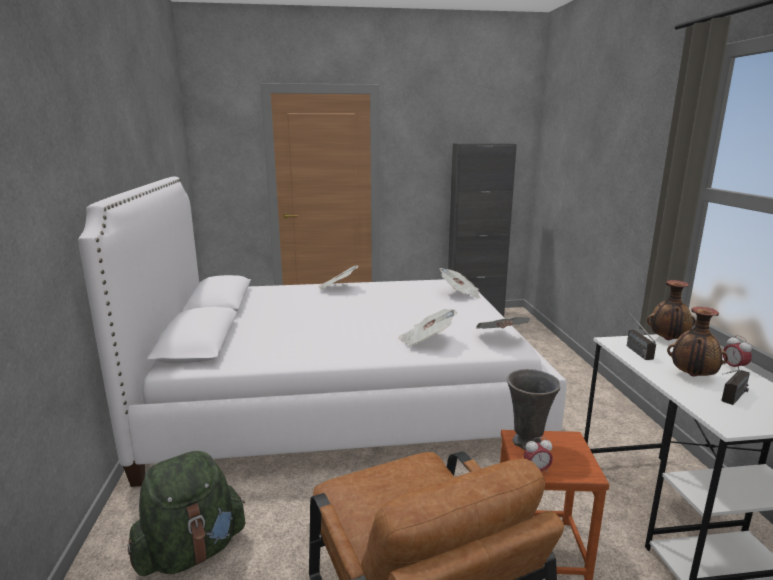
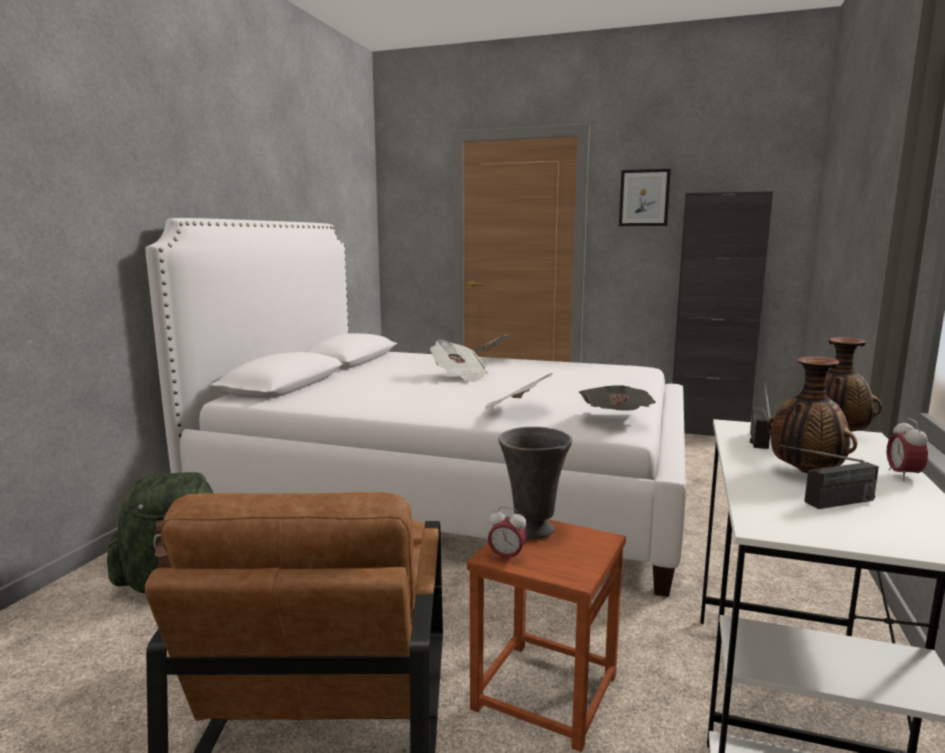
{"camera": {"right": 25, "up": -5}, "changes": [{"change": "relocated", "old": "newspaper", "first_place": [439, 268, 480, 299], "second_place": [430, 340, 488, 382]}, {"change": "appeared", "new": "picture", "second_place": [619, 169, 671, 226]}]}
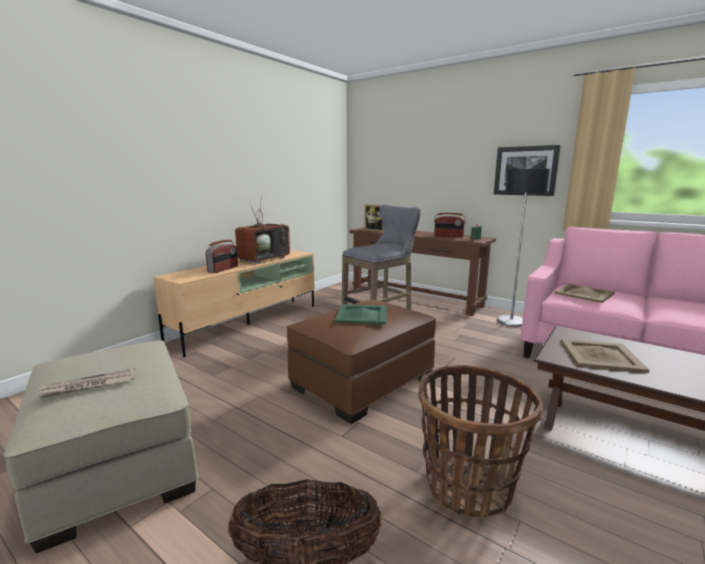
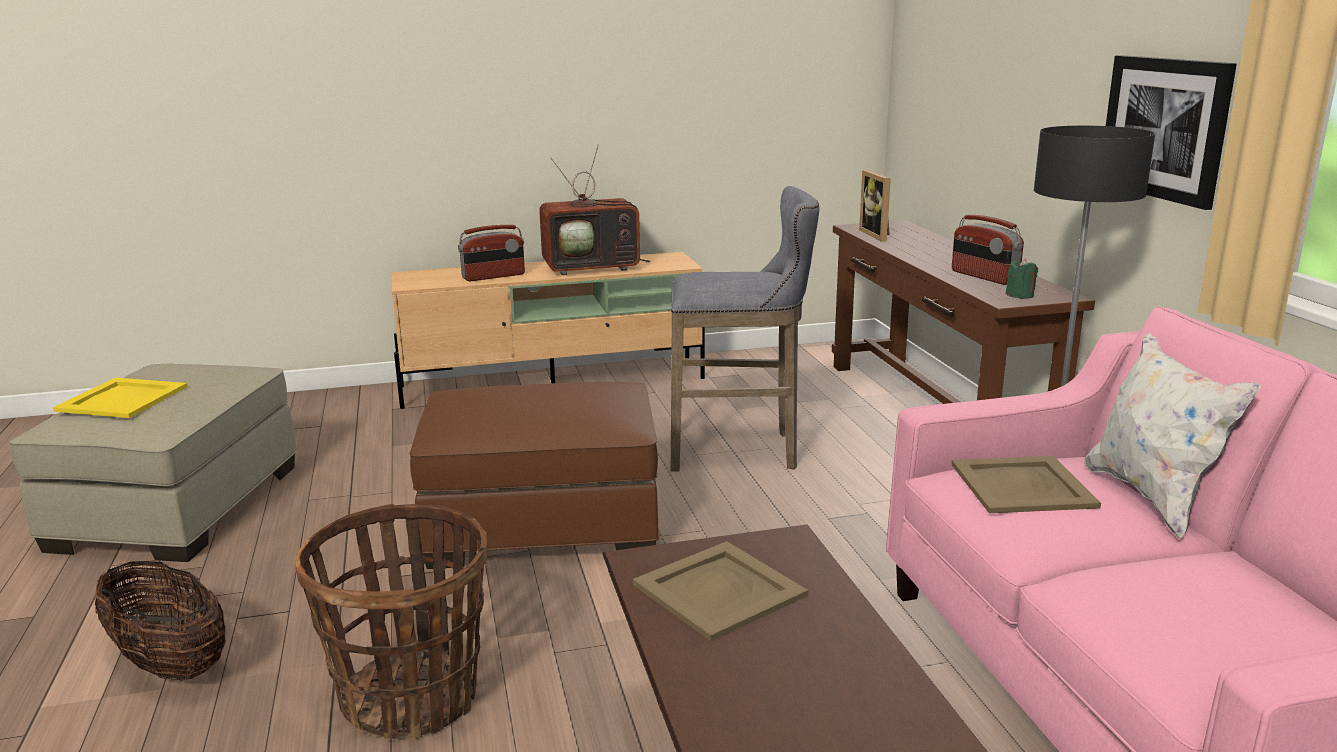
{"camera": {"right": 40, "up": 5}, "changes": [{"change": "missing", "old": "green tray", "first_place": [335, 304, 387, 325]}, {"change": "exchanged", "old": "newspaper", "new": "yellow tray", "first_place": [36, 368, 135, 398], "second_place": [53, 378, 187, 418]}, {"change": "appeared", "new": "white pillow", "second_place": [1084, 332, 1262, 539]}]}
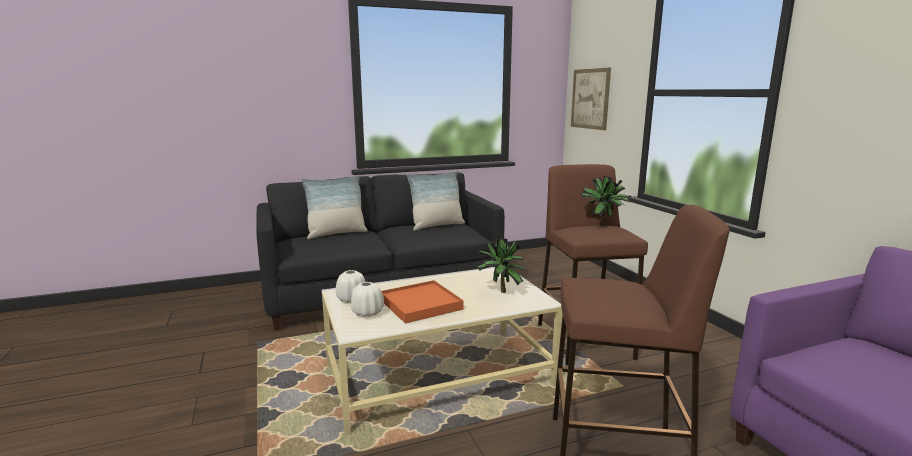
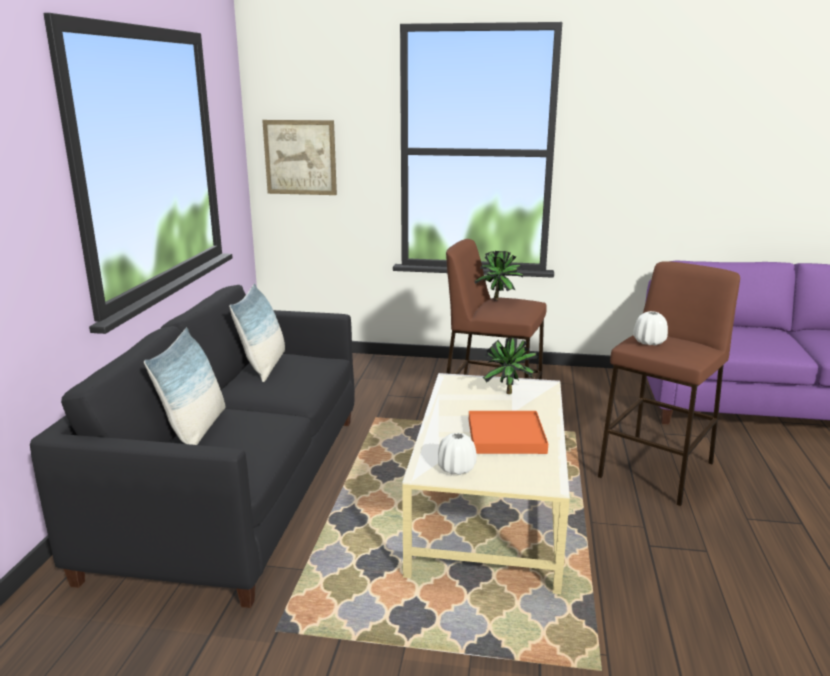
{"camera": {"right": -60, "up": 5}, "changes": [{"change": "relocated", "old": "white vase", "first_place": [351, 282, 384, 317], "second_place": [633, 311, 668, 345]}]}
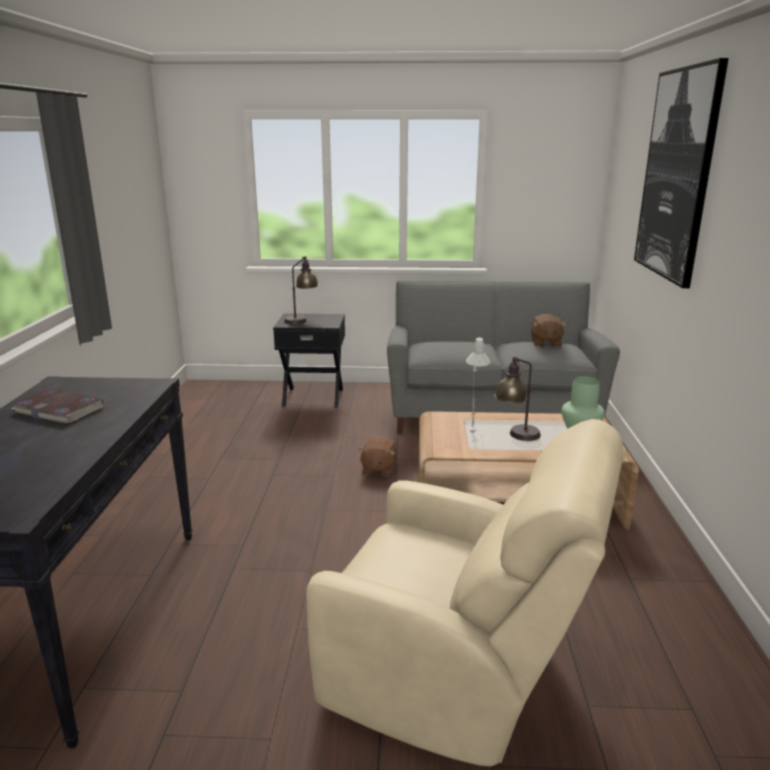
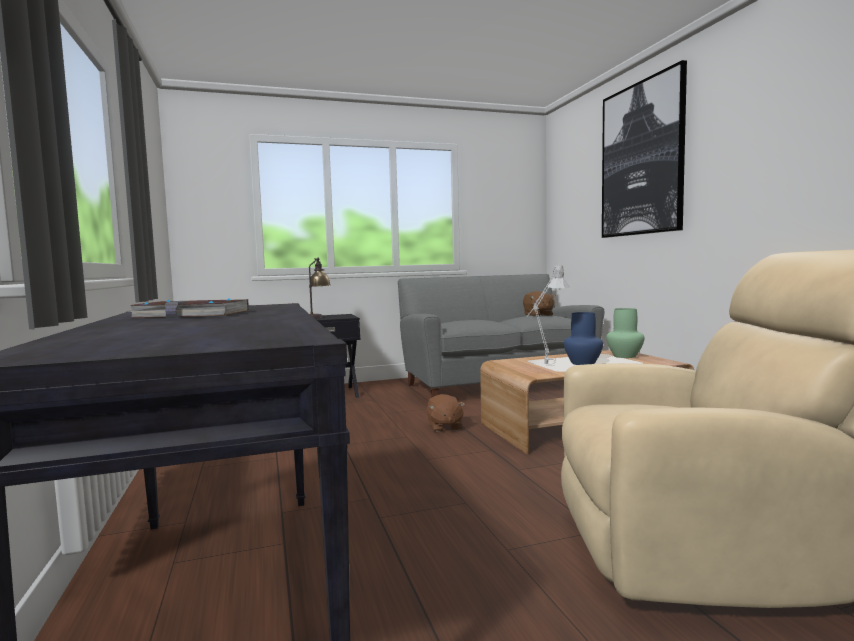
{"camera": {"right": -20, "up": -15}, "changes": [{"change": "exchanged", "old": "table lamp", "new": "blue vase", "first_place": [494, 357, 541, 441], "second_place": [564, 312, 603, 365]}]}
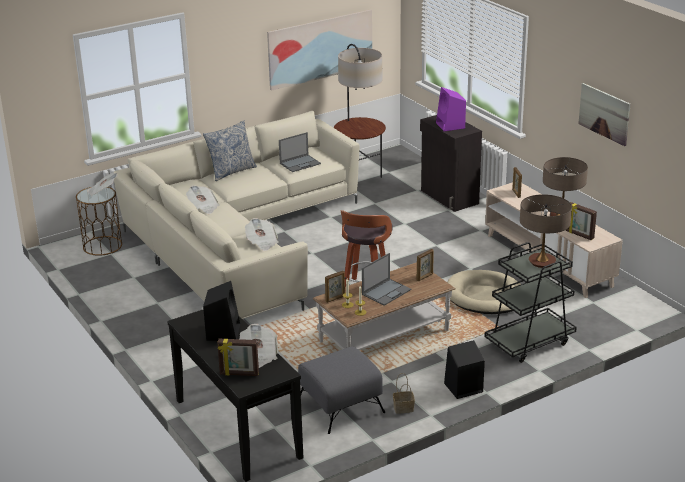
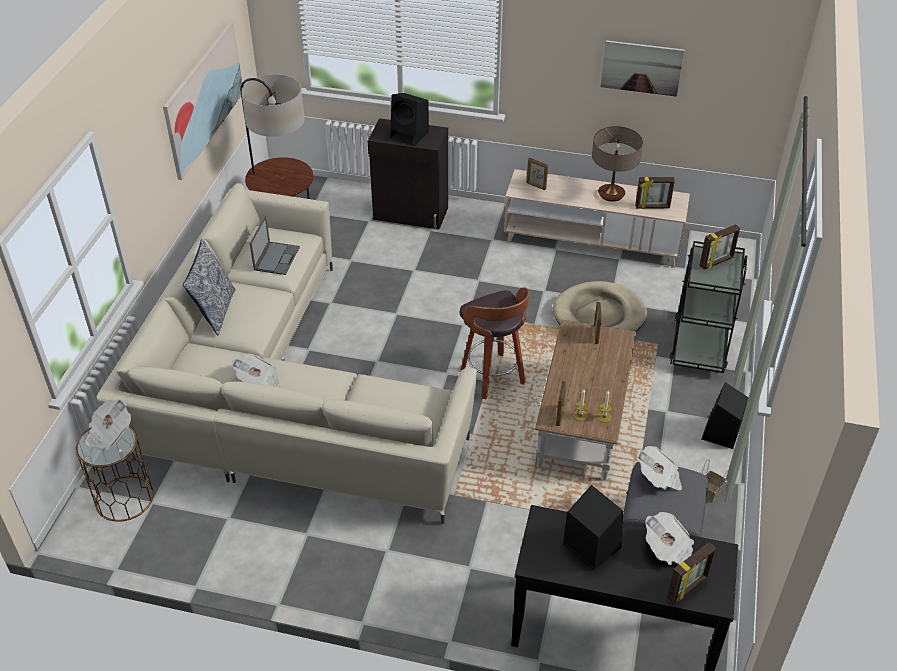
{"camera": {"right": -45, "up": 15}, "changes": [{"change": "colour", "old": "purple speaker", "new": "black speaker", "first_place": [436, 87, 466, 131], "second_place": [390, 93, 429, 146]}, {"change": "exchanged", "old": "table lamp", "new": "picture frame", "first_place": [520, 194, 572, 268], "second_place": [699, 224, 740, 270]}, {"change": "relocated", "old": "newspaper", "first_place": [245, 218, 279, 251], "second_place": [637, 446, 682, 490]}, {"change": "missing", "old": "laptop", "first_place": [362, 253, 411, 306]}]}
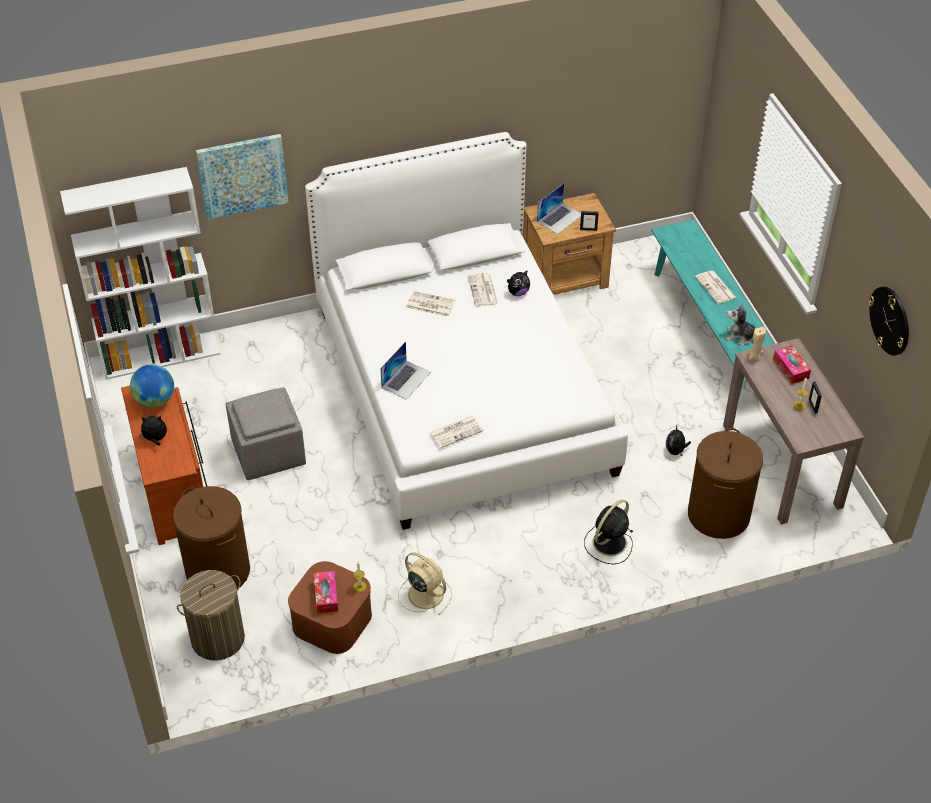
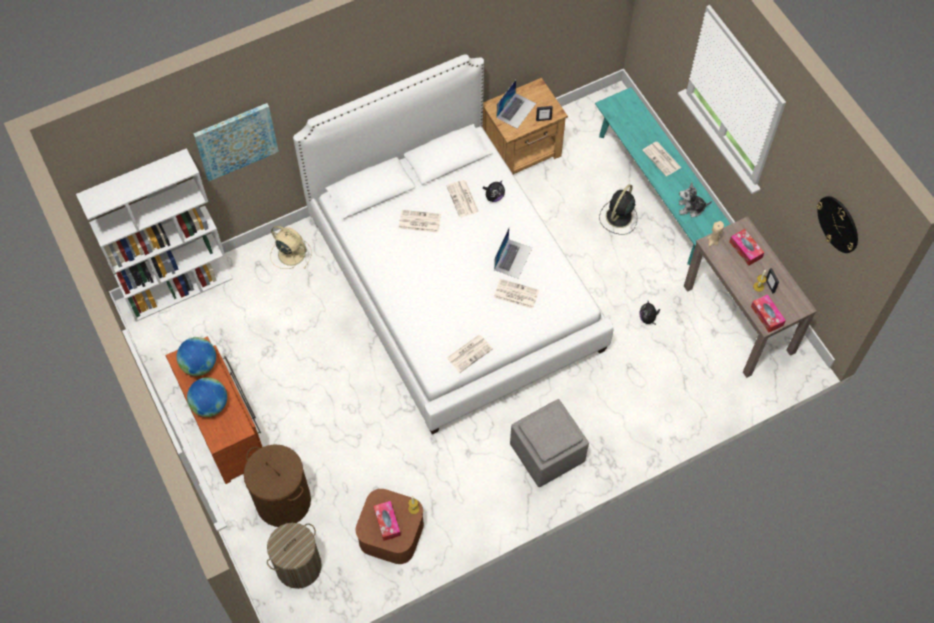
{"camera": {"right": -10, "up": 15}, "changes": [{"change": "relocated", "old": "laptop", "first_place": [380, 341, 431, 400], "second_place": [494, 228, 532, 279]}, {"change": "relocated", "old": "grey ottoman", "first_place": [226, 387, 306, 480], "second_place": [510, 399, 589, 487]}, {"change": "exchanged", "old": "plush toy", "new": "globe", "first_place": [139, 415, 167, 446], "second_place": [187, 377, 227, 417]}, {"change": "missing", "old": "brown laundry basket", "first_place": [688, 428, 763, 539]}, {"change": "relocated", "old": "black fan", "first_place": [584, 500, 634, 564], "second_place": [599, 184, 637, 235]}, {"change": "relocated", "old": "beige fan", "first_place": [398, 553, 452, 615], "second_place": [270, 226, 312, 269]}, {"change": "appeared", "new": "newspaper", "second_place": [494, 279, 539, 309]}, {"change": "appeared", "new": "tissue box", "second_place": [751, 294, 786, 332]}]}
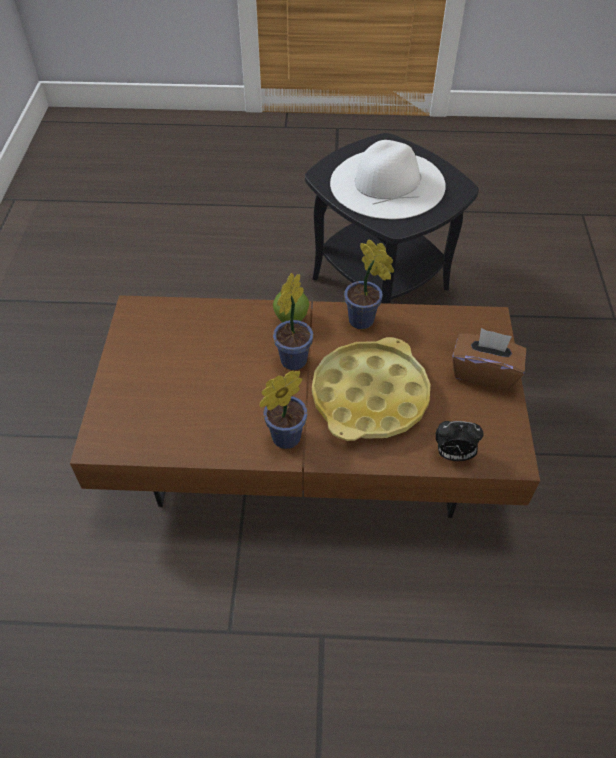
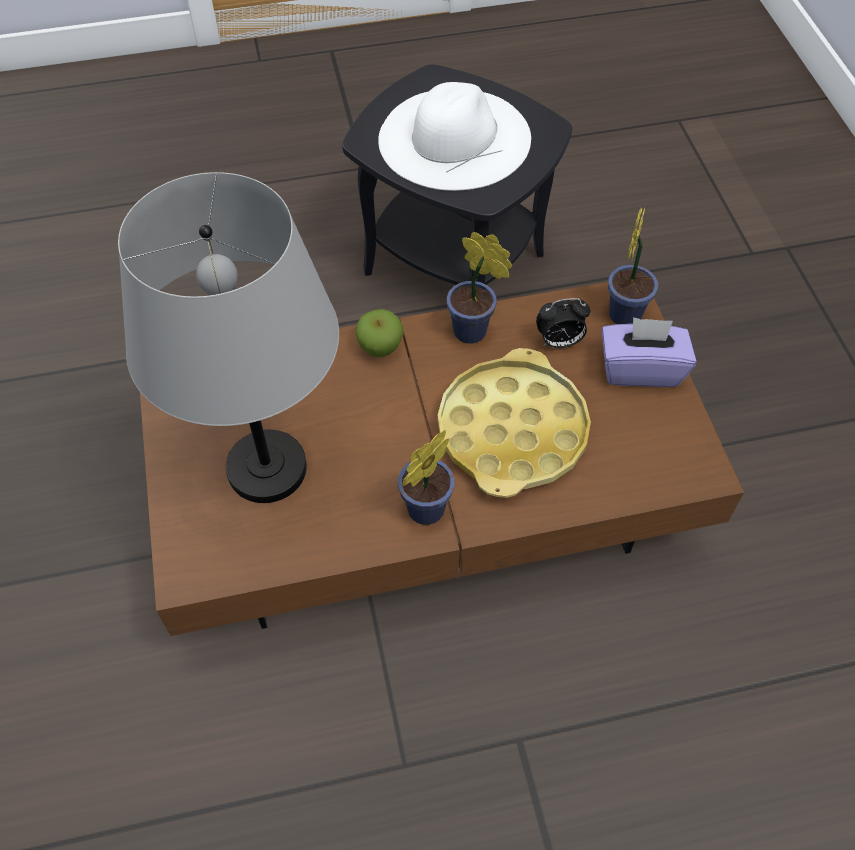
{"camera": {"right": -15, "up": 5}, "changes": [{"change": "relocated", "old": "potted plant", "first_place": [273, 273, 313, 370], "second_place": [608, 208, 658, 324]}, {"change": "colour", "old": "brown tissue box", "new": "purple tissue box", "first_place": [452, 328, 526, 391], "second_place": [602, 317, 696, 387]}, {"change": "relocated", "old": "alarm clock", "first_place": [436, 421, 483, 461], "second_place": [536, 298, 590, 348]}, {"change": "appeared", "new": "grey table lamp", "second_place": [118, 172, 339, 503]}]}
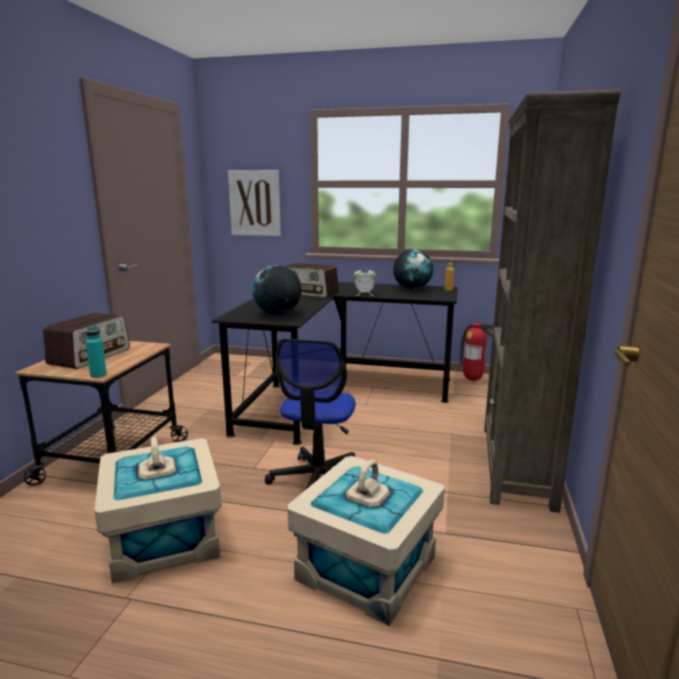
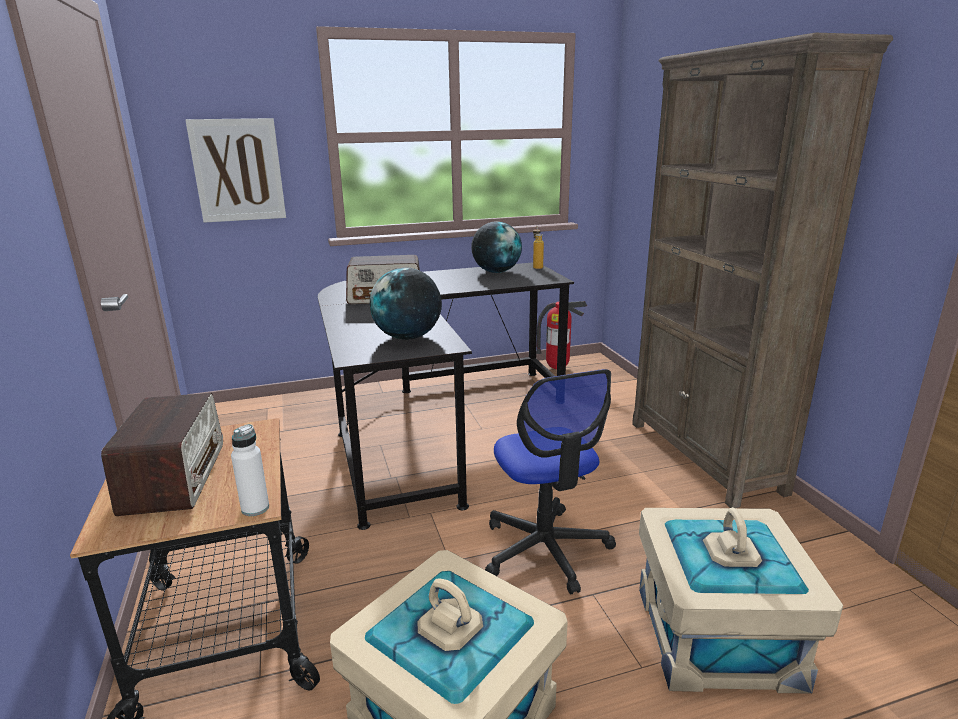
{"camera": {"right": -30, "up": 5}, "changes": [{"change": "missing", "old": "alarm clock", "first_place": [353, 267, 376, 296]}, {"change": "colour", "old": "turquoise bottle", "new": "white bottle", "first_place": [85, 325, 107, 378], "second_place": [231, 424, 269, 516]}]}
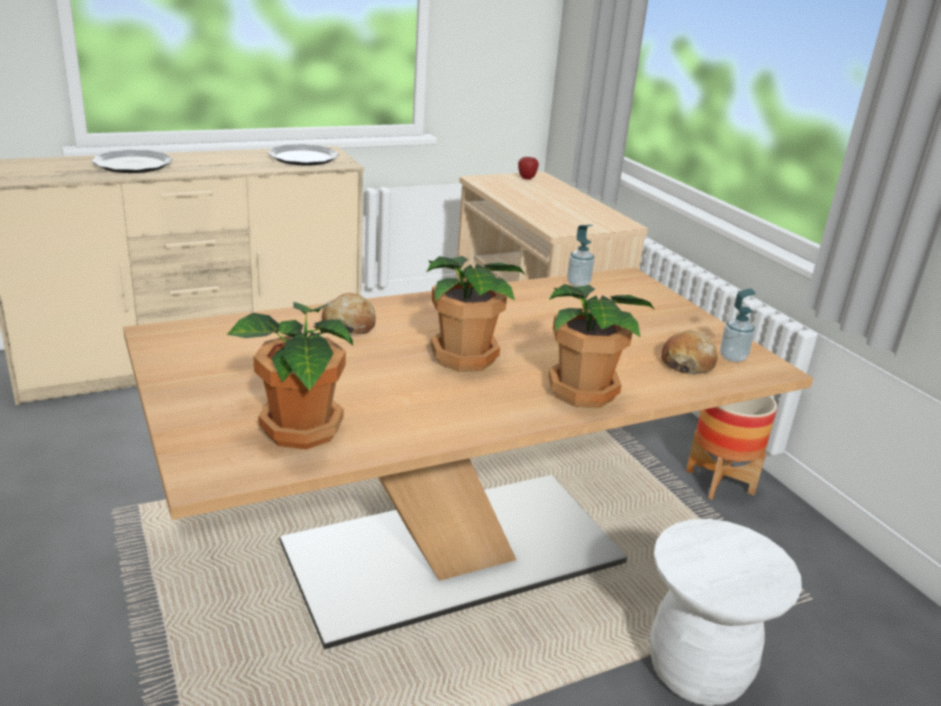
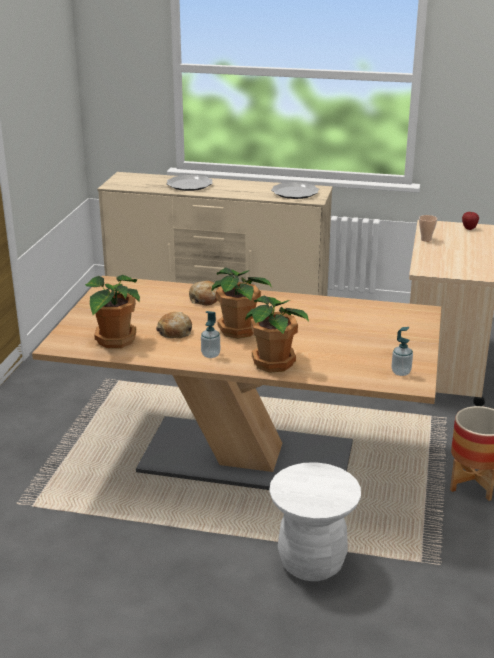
{"camera": {"right": 40, "up": 0}, "changes": [{"change": "relocated", "old": "soap dispenser", "first_place": [567, 225, 594, 287], "second_place": [201, 311, 220, 358]}, {"change": "relocated", "old": "bread", "first_place": [661, 330, 718, 374], "second_place": [156, 312, 192, 338]}, {"change": "appeared", "new": "cup", "second_place": [419, 215, 437, 242]}]}
